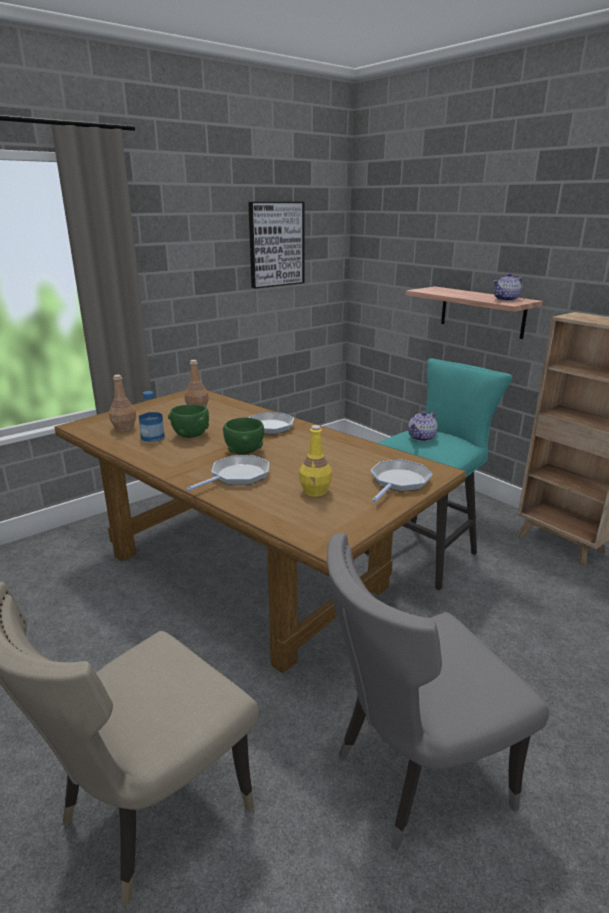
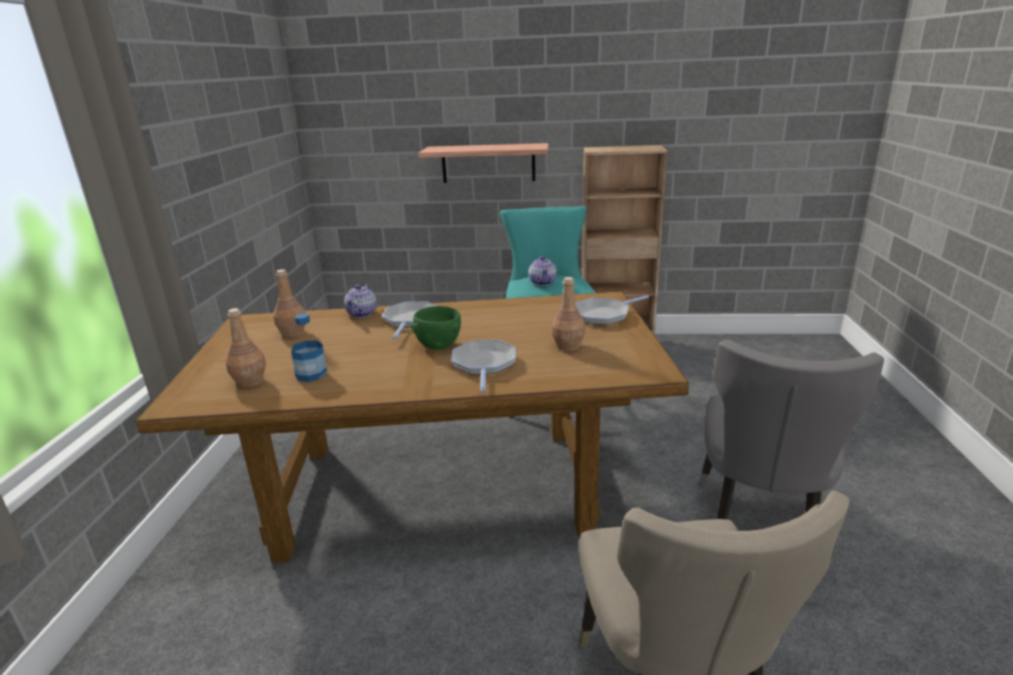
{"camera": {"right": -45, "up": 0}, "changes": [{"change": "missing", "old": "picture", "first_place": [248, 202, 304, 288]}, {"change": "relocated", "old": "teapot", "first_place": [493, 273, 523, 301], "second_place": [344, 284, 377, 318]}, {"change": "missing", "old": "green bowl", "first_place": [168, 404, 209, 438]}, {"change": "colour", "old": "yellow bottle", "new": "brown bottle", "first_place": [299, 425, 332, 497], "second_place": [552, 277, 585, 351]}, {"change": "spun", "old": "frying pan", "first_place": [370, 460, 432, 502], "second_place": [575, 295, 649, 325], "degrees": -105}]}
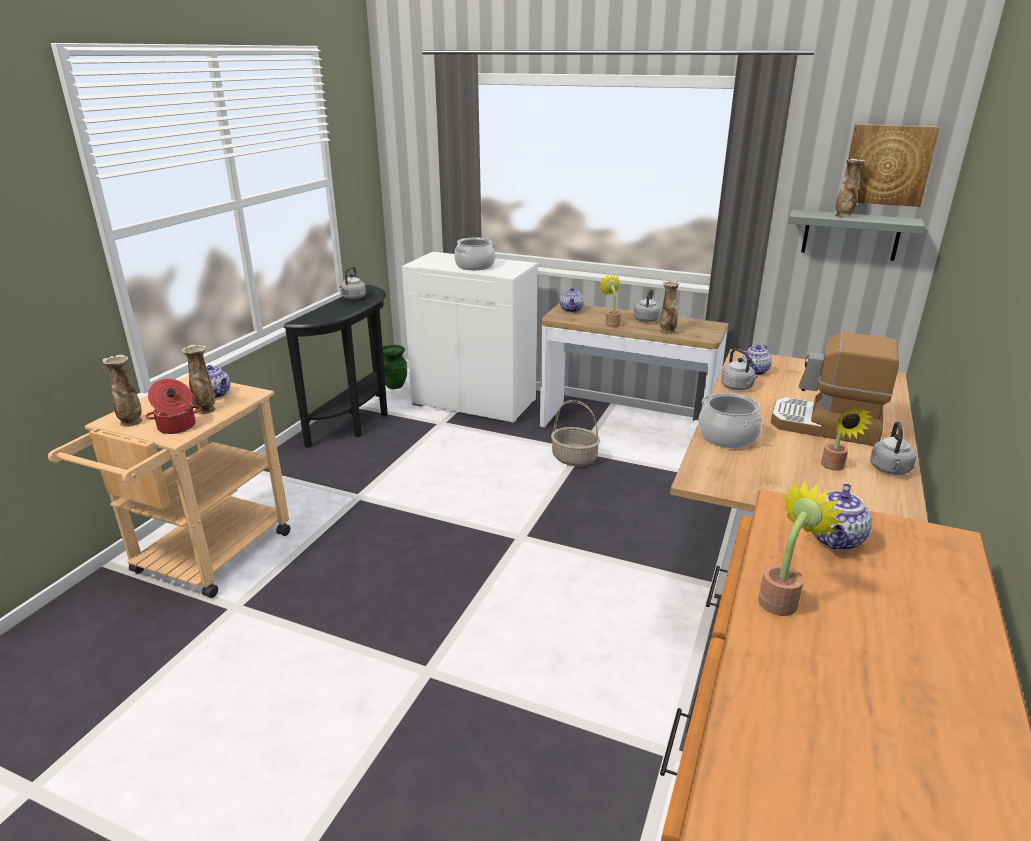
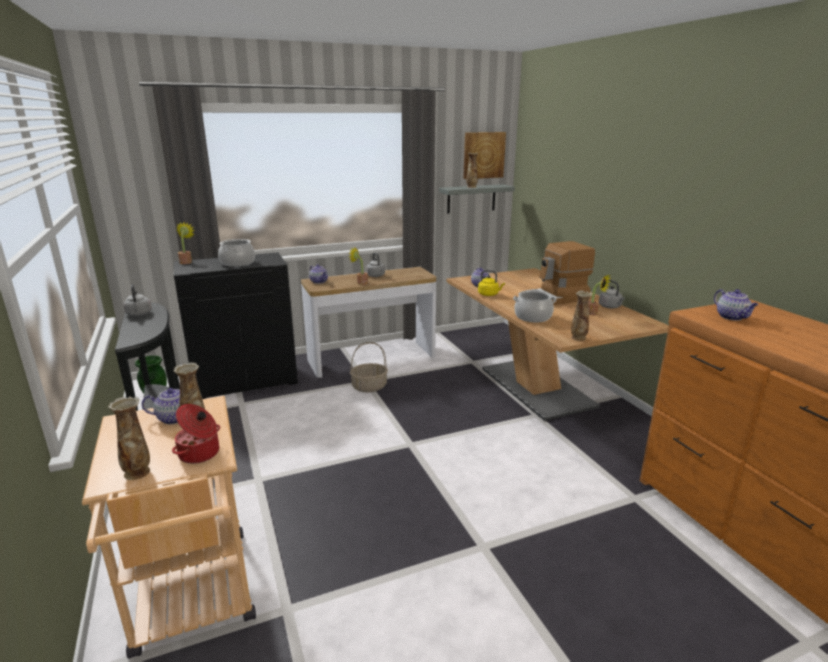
{"camera": {"right": -45, "up": -5}, "changes": [{"change": "colour", "old": "white cabinet", "new": "black cabinet", "first_place": [402, 252, 538, 424], "second_place": [174, 252, 298, 399]}, {"change": "relocated", "old": "vase", "first_place": [660, 281, 680, 334], "second_place": [571, 291, 592, 341]}, {"change": "colour", "old": "grey kettle", "new": "yellow kettle", "first_place": [721, 348, 758, 390], "second_place": [478, 270, 505, 296]}, {"change": "relocated", "old": "potted plant", "first_place": [758, 480, 844, 616], "second_place": [176, 222, 195, 264]}]}
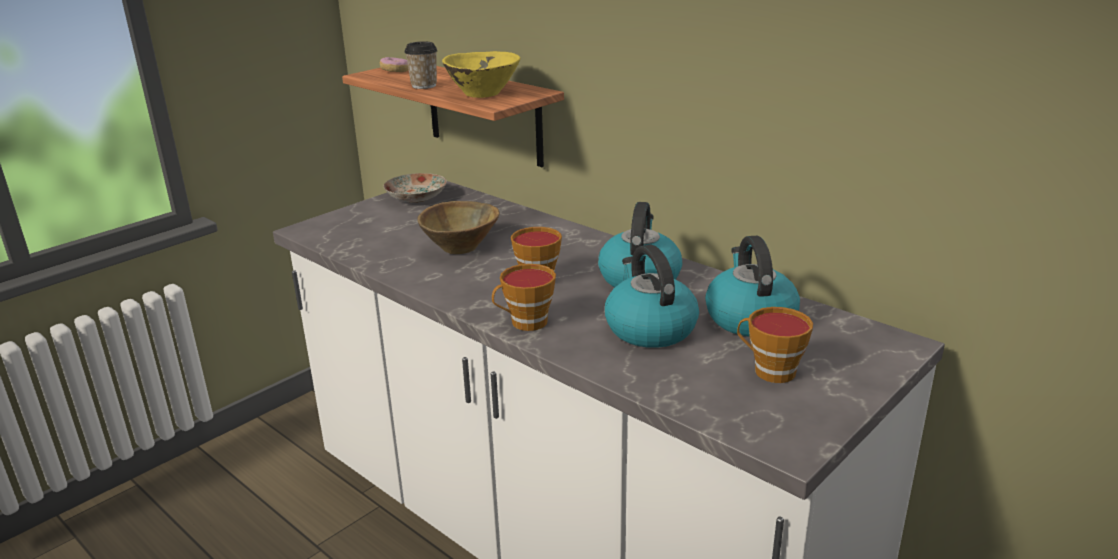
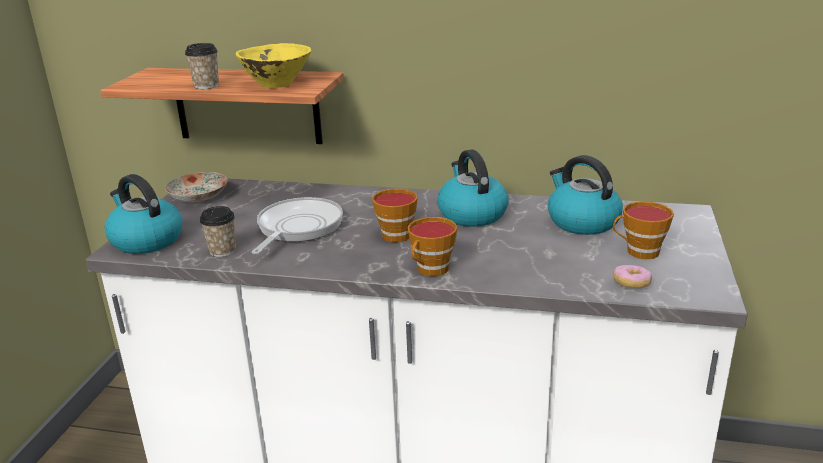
{"camera": {"right": -30, "up": 0}, "changes": [{"change": "relocated", "old": "donut", "first_place": [380, 57, 409, 72], "second_place": [613, 265, 652, 288]}, {"change": "exchanged", "old": "brown bowl", "new": "frying pan", "first_place": [417, 201, 500, 254], "second_place": [252, 197, 343, 254]}, {"change": "relocated", "old": "kettle", "first_place": [605, 245, 699, 348], "second_place": [105, 174, 183, 254]}, {"change": "appeared", "new": "cup", "second_place": [200, 206, 236, 257]}]}
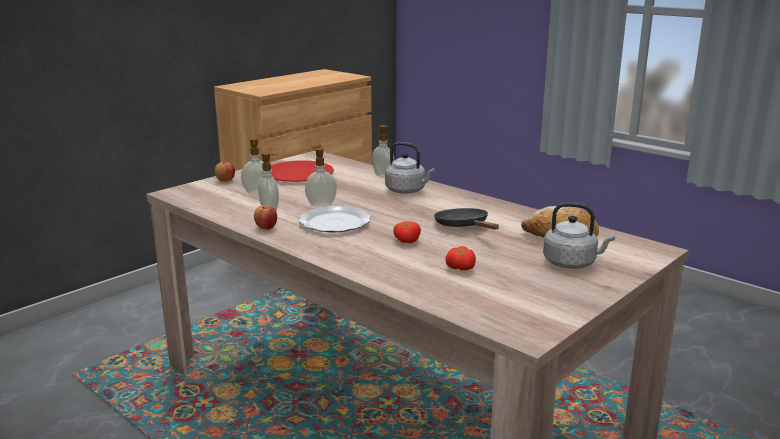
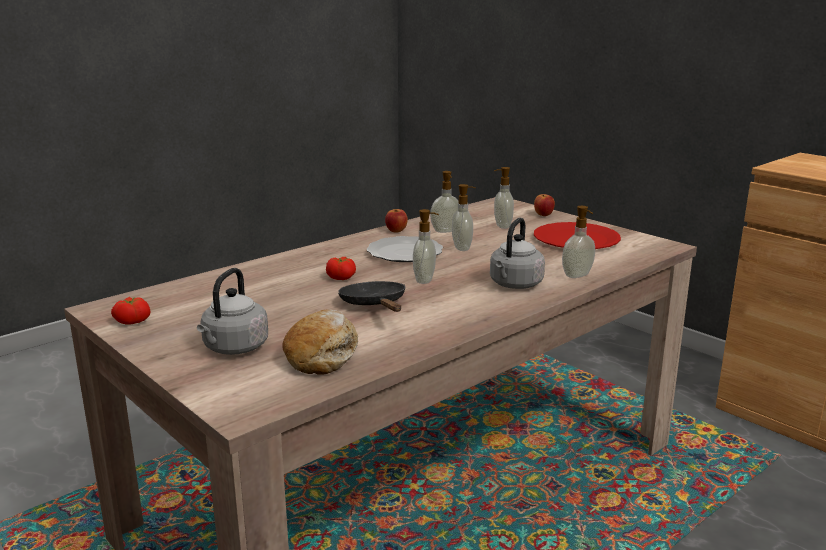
{"camera": {"right": 95, "up": 0}, "changes": [{"change": "spun", "old": "black frying pan", "first_place": [434, 208, 499, 230], "second_place": [338, 281, 405, 312], "degrees": -90}, {"change": "relocated", "old": "tomato", "first_place": [445, 246, 476, 271], "second_place": [111, 297, 150, 325]}, {"change": "appeared", "new": "soap dispenser", "second_place": [413, 209, 439, 284]}]}
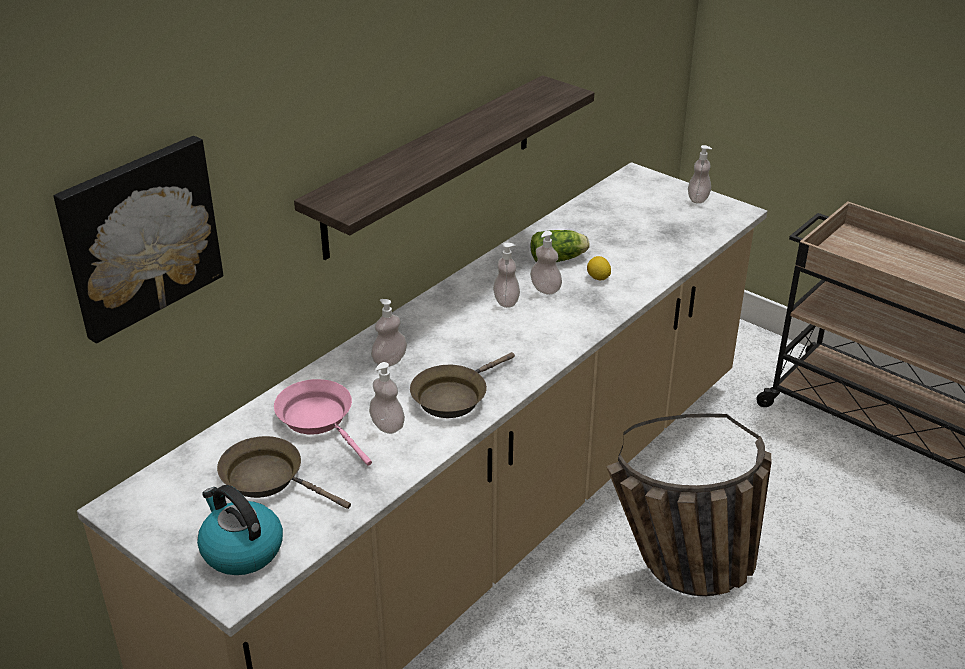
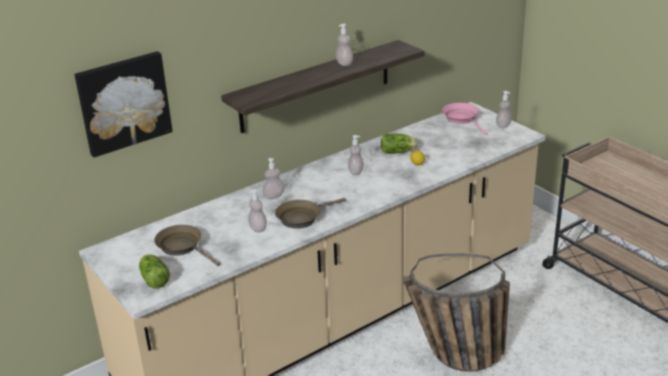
{"camera": {"right": 15, "up": -5}, "changes": [{"change": "relocated", "old": "soap dispenser", "first_place": [530, 231, 562, 295], "second_place": [336, 24, 353, 66]}, {"change": "relocated", "old": "pink frying pan", "first_place": [274, 379, 372, 466], "second_place": [442, 103, 488, 135]}, {"change": "exchanged", "old": "kettle", "new": "lettuce", "first_place": [197, 485, 283, 575], "second_place": [139, 254, 170, 289]}]}
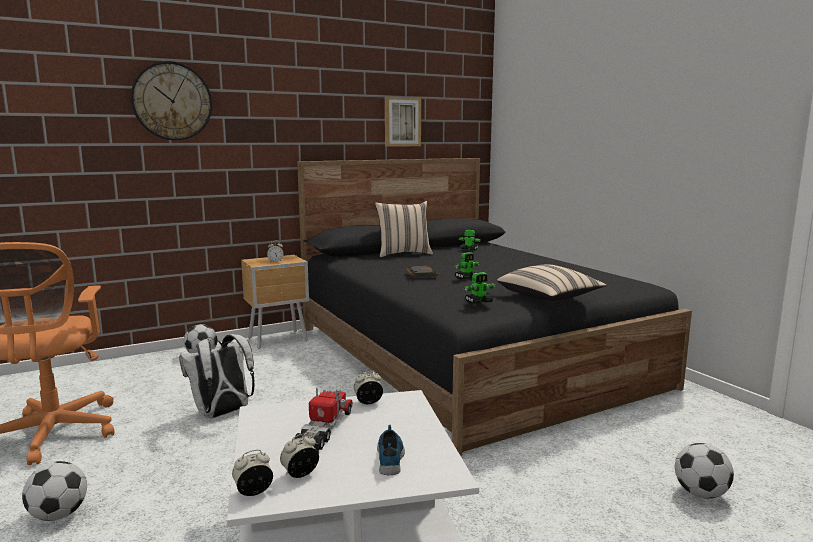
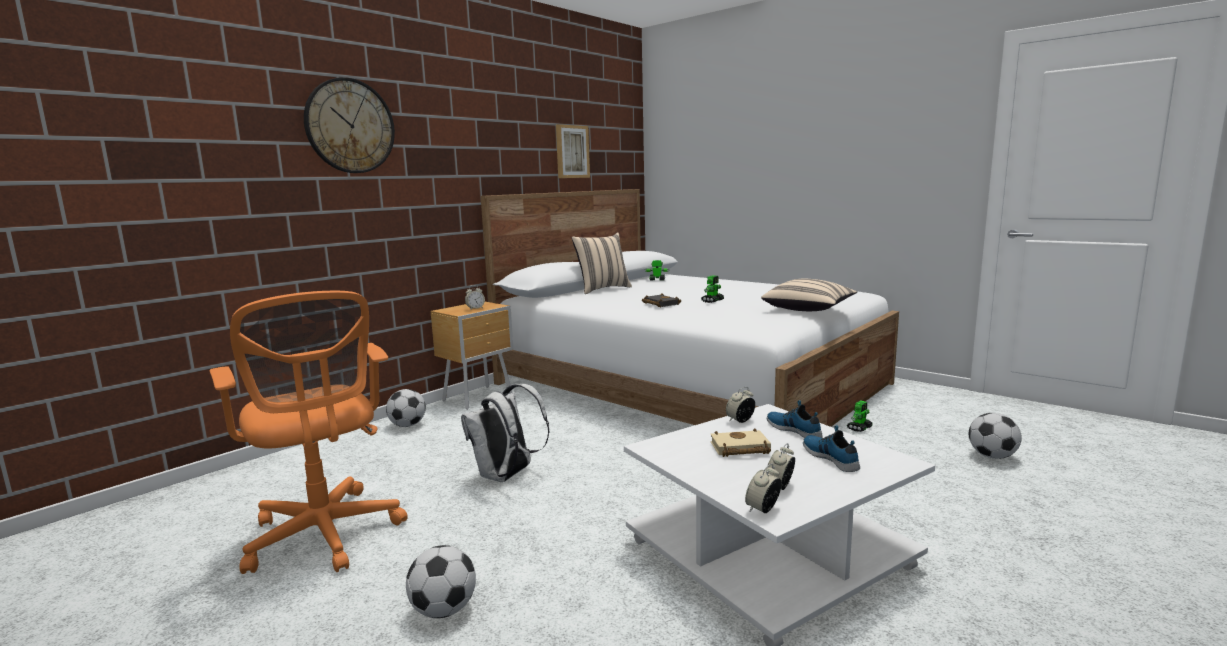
{"camera": {"right": -20, "up": 0}, "changes": [{"change": "colour", "old": "black bed", "new": "white bed", "first_place": [297, 158, 692, 456], "second_place": [481, 189, 899, 427]}, {"change": "relocated", "old": "toy robot", "first_place": [463, 272, 496, 304], "second_place": [847, 400, 873, 432]}, {"change": "exchanged", "old": "toy truck", "new": "beige book", "first_place": [294, 388, 353, 453], "second_place": [710, 429, 771, 457]}, {"change": "appeared", "new": "shoe", "second_place": [767, 400, 823, 438]}]}
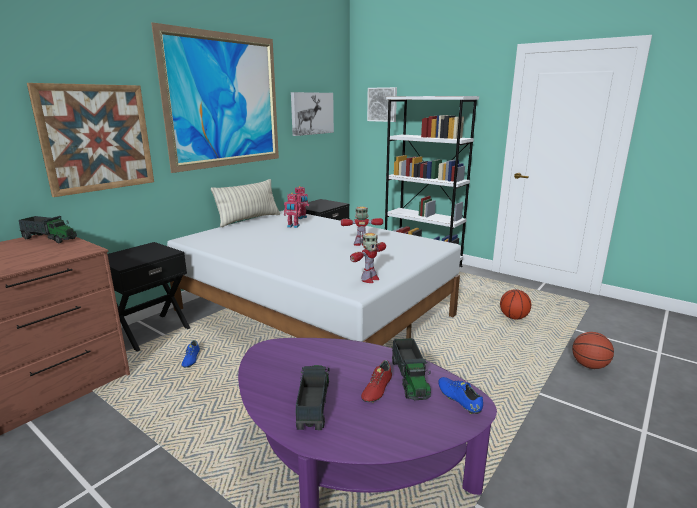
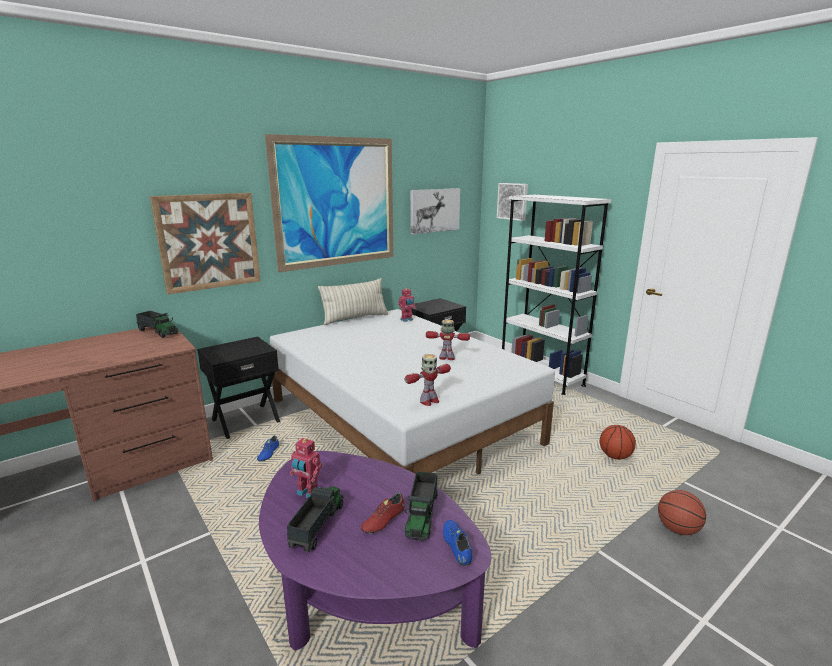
{"camera": {"right": 15, "up": 0}, "changes": [{"change": "relocated", "old": "toy robot", "first_place": [284, 193, 302, 228], "second_place": [290, 438, 322, 498]}]}
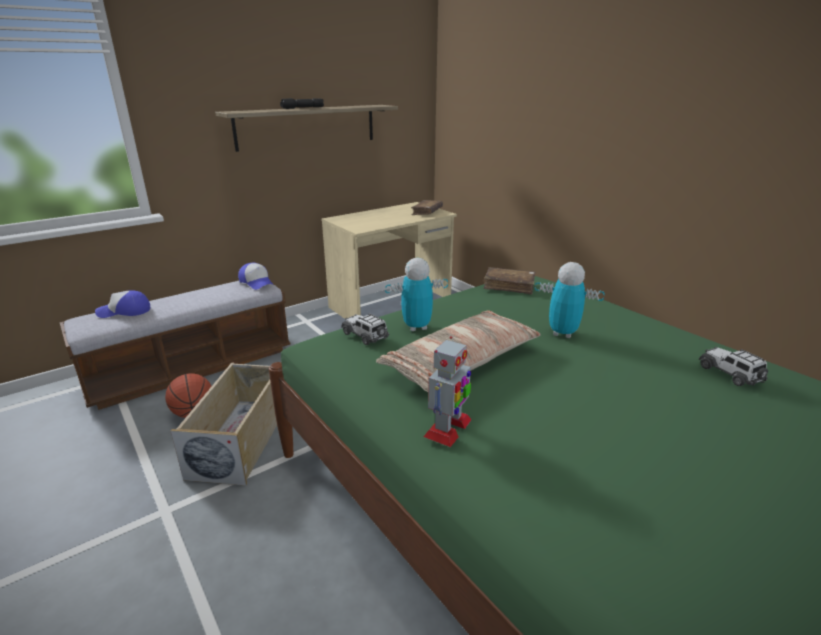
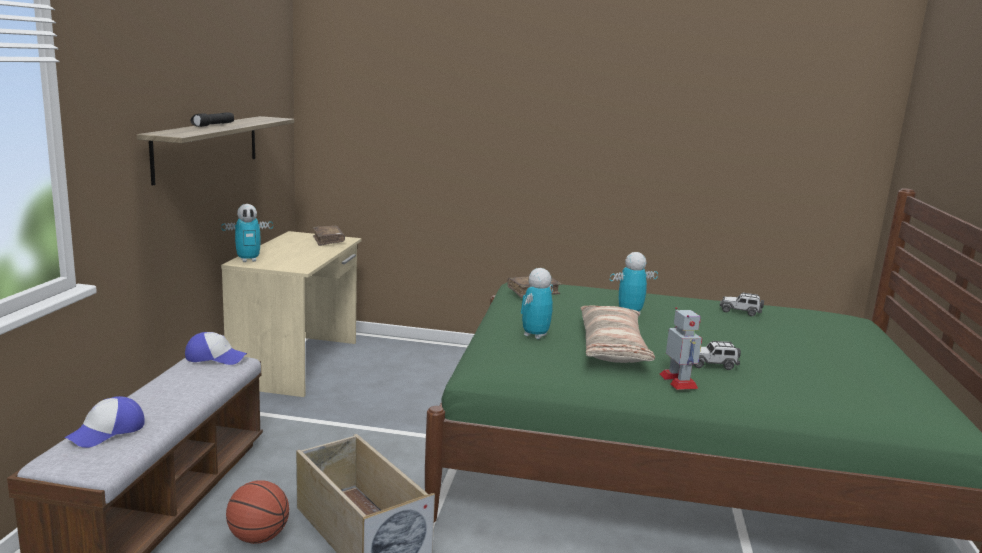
{"camera": {"right": -45, "up": -10}, "changes": [{"change": "relocated", "old": "toy car", "first_place": [341, 313, 389, 345], "second_place": [694, 341, 741, 370]}, {"change": "appeared", "new": "toy robot", "second_place": [221, 204, 273, 262]}]}
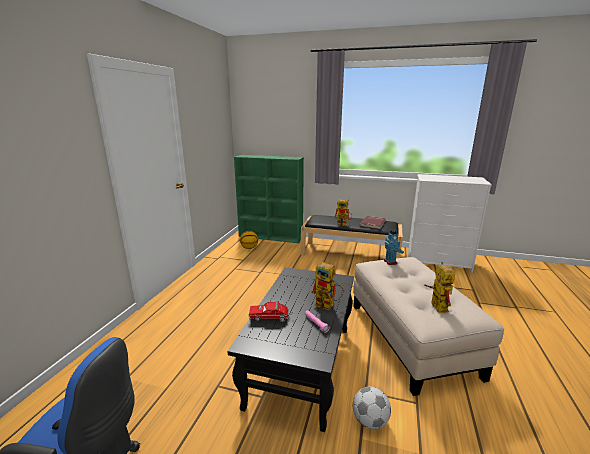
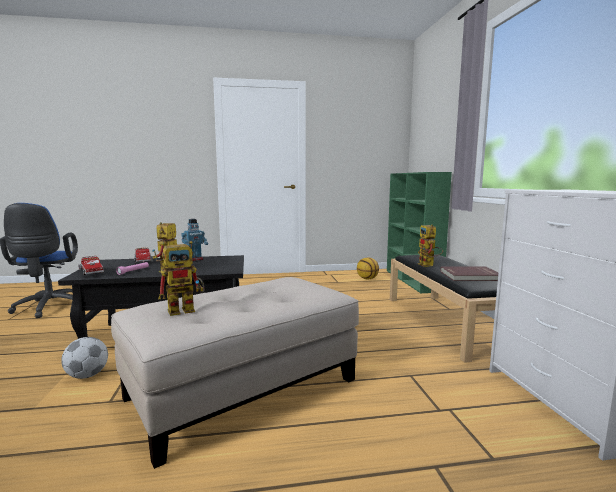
{"camera": {"right": 65, "up": -10}, "changes": [{"change": "relocated", "old": "toy robot", "first_place": [384, 229, 404, 265], "second_place": [181, 219, 208, 261]}, {"change": "appeared", "new": "toy truck", "second_place": [78, 256, 104, 275]}]}
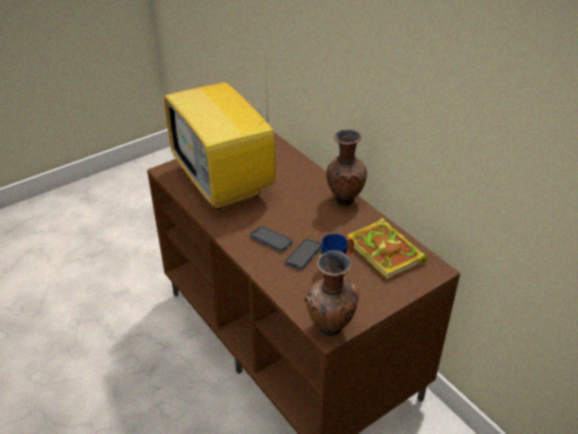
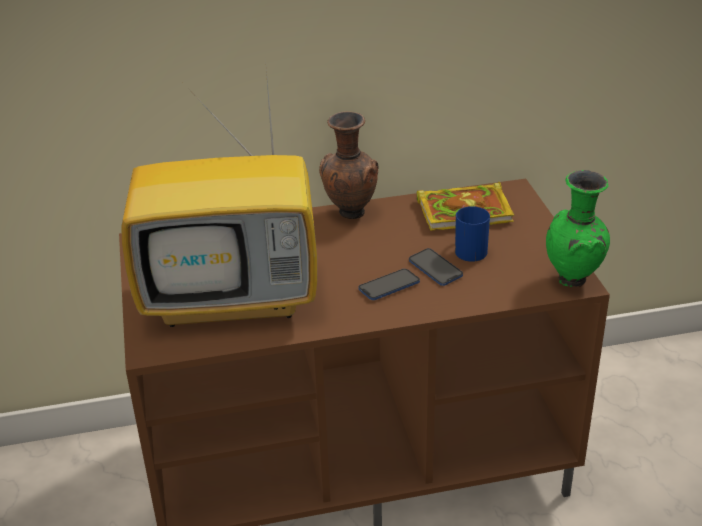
{"camera": {"right": -65, "up": -5}, "changes": [{"change": "colour", "old": "brown vase", "new": "green vase", "first_place": [304, 251, 359, 336], "second_place": [546, 170, 610, 287]}]}
